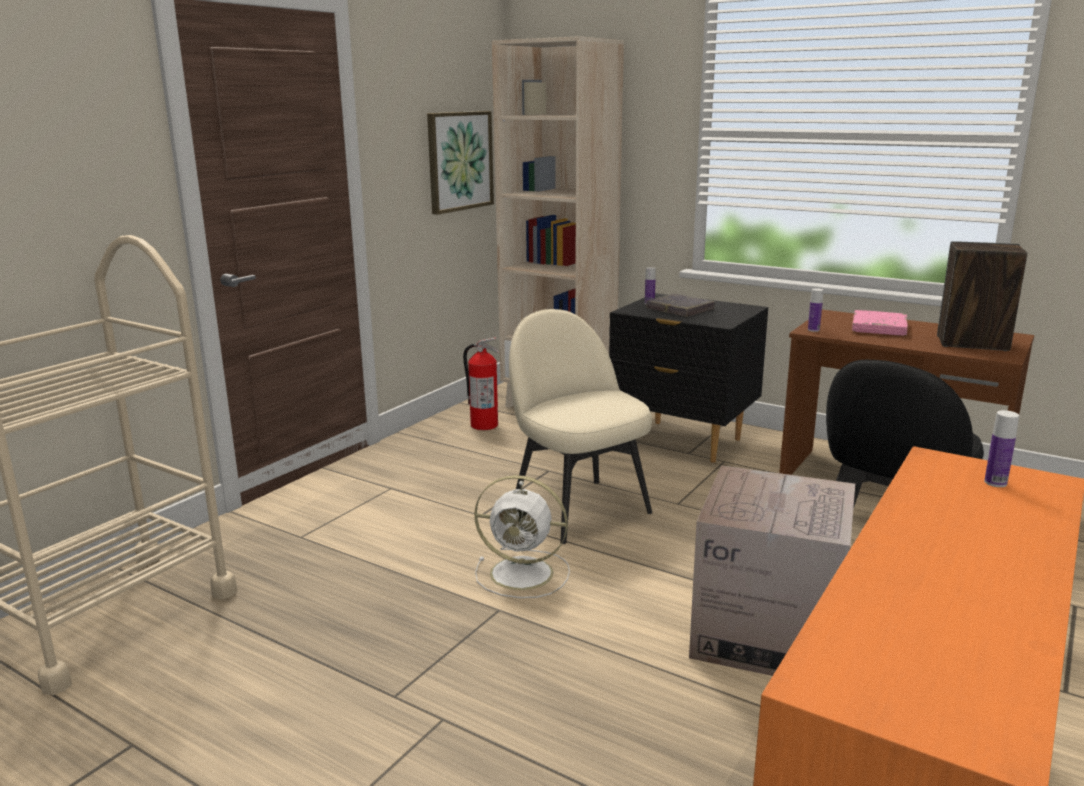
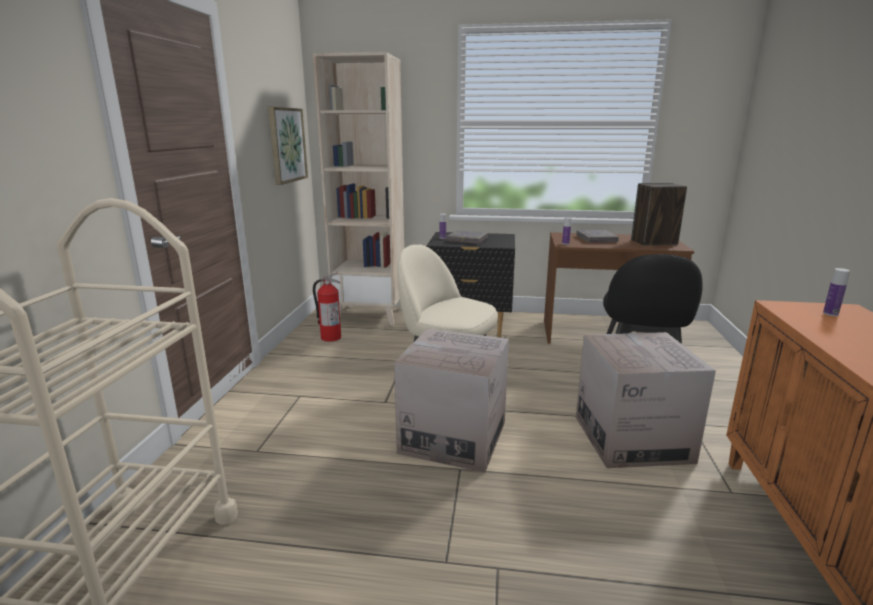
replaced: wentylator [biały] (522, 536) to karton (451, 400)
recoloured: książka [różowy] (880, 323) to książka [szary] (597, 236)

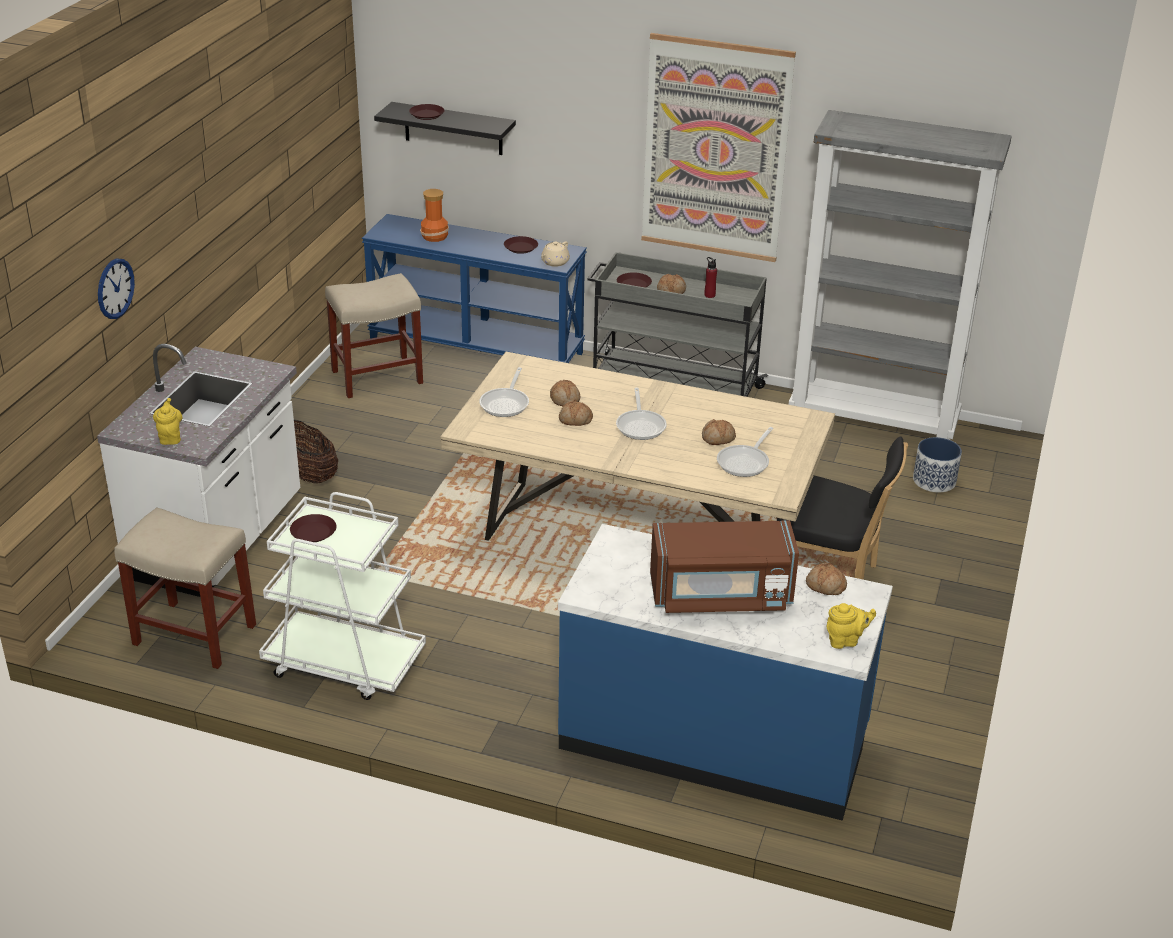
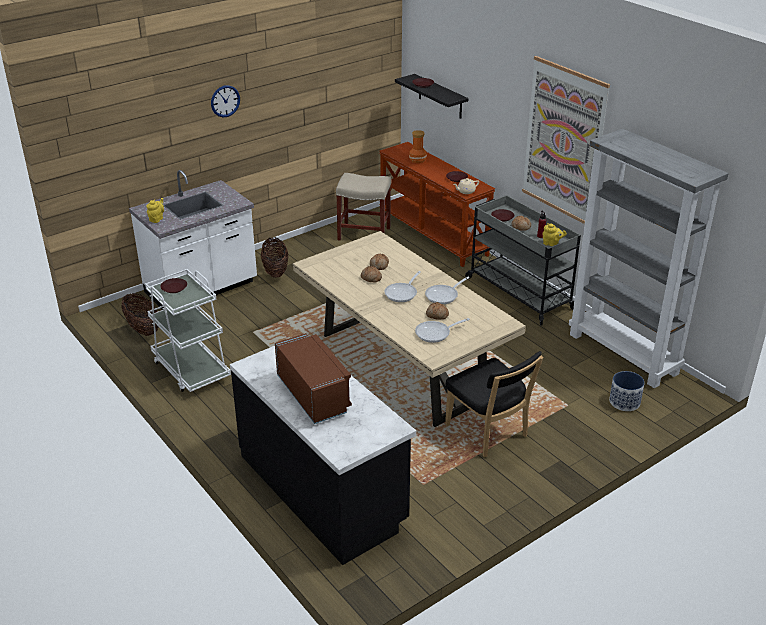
removed: chleb (826, 579)
moved: zegar ścienny (116, 288) to (225, 101); patelnia (504, 392) to (447, 290); imbryk [żółty] (851, 626) to (554, 234)
replaced: stołek [beżowy] (185, 588) to koszyk (139, 314)
recoloured: stolik konsolowy [niebieski] (474, 288) to stolik konsolowy [brązowy] (437, 204); zabudowa kuchenna [niebieski] (725, 672) to zabudowa kuchenna [czarny] (323, 455)
turned: mikrofalówka [brązowy] (724, 566) = (313, 378) 150 degrees counterclockwise

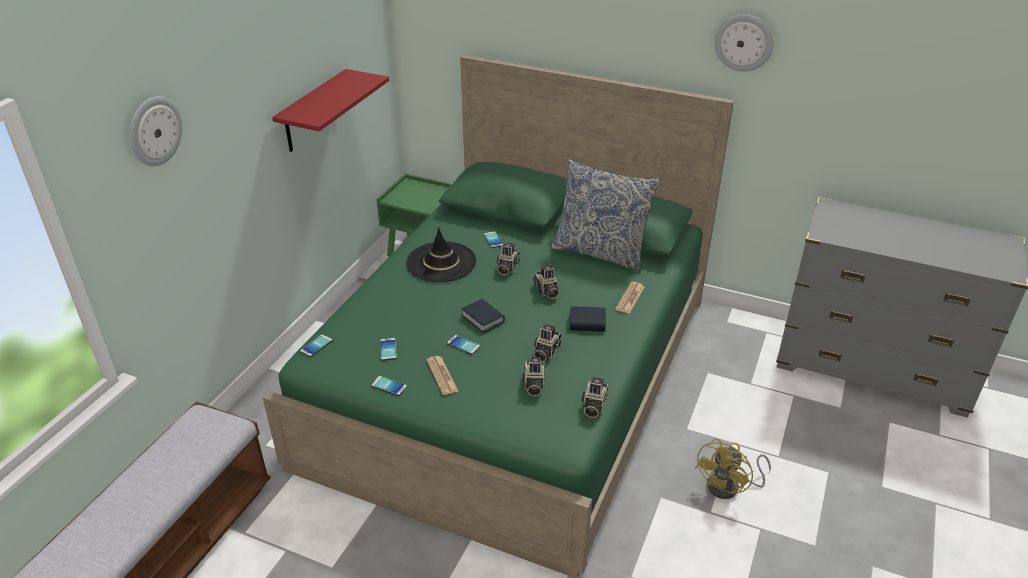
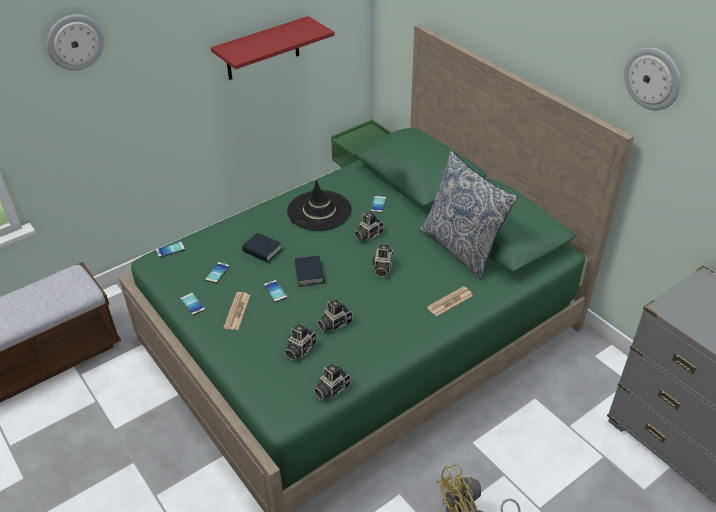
moved: książka (587, 319) to (262, 247)

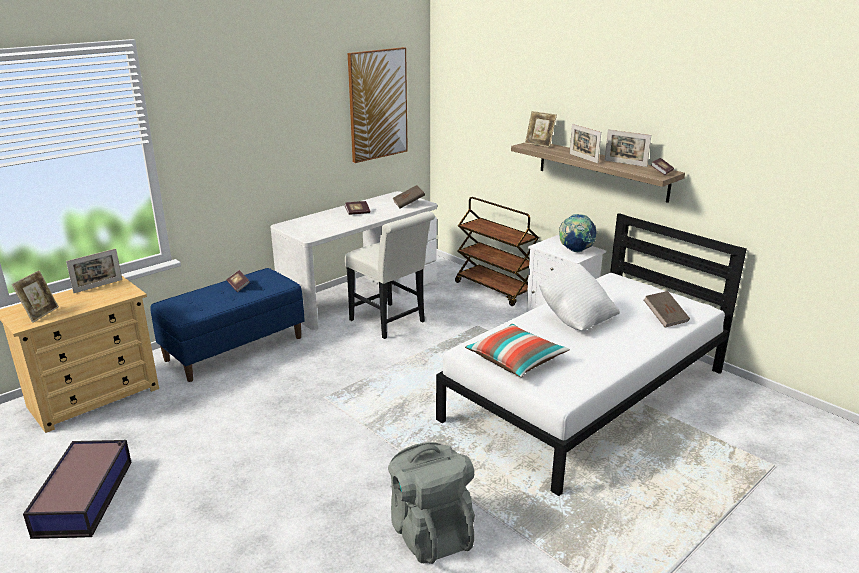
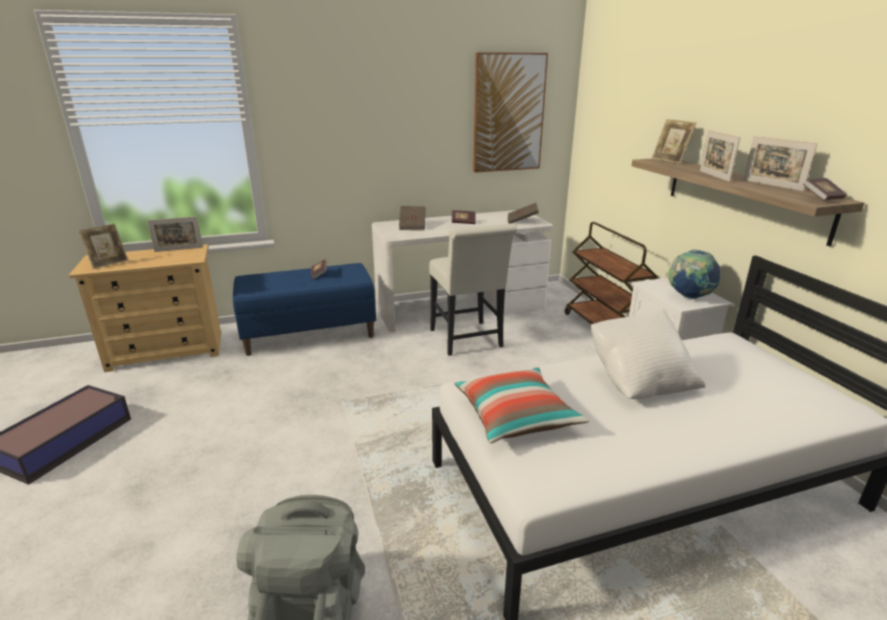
moved: książka [brązowy] (667, 309) to (412, 218)

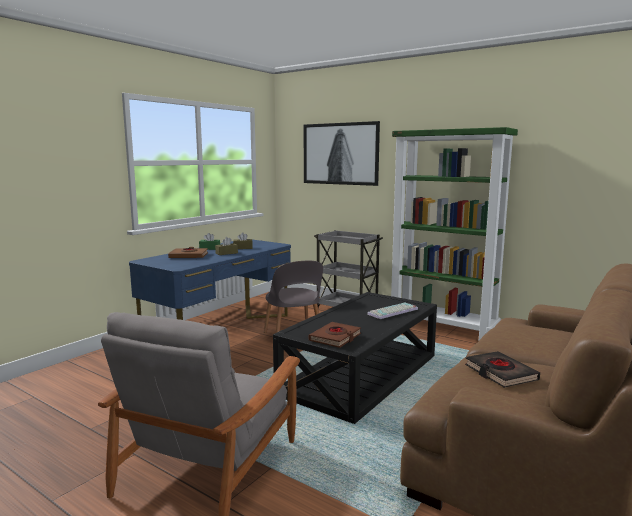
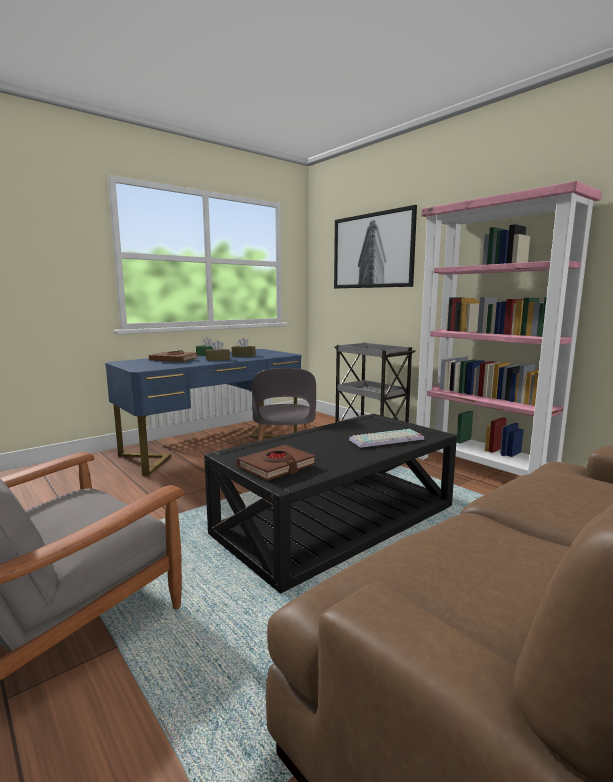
removed: książka [czarny] (502, 369)
recoloured: regał [zielony] (454, 233) to regał [różowy] (509, 328)

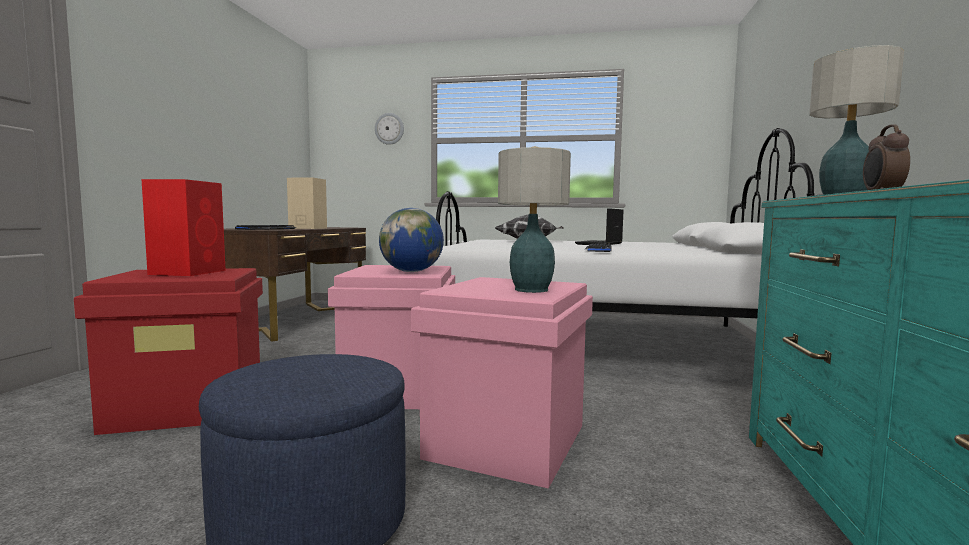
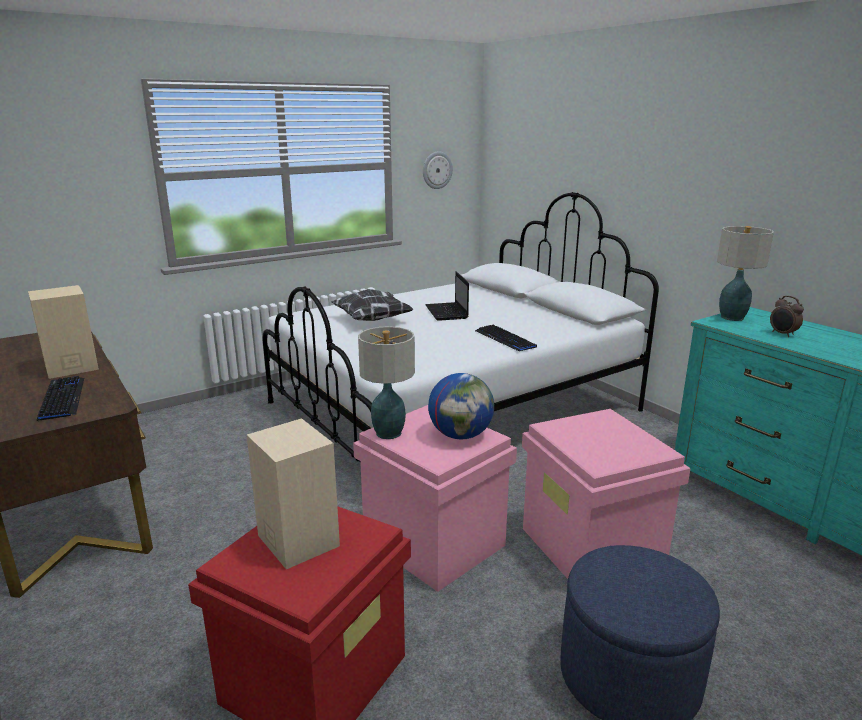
moved: zegar ścienny (389, 129) to (438, 170); lampa stołowa (534, 220) to (386, 382)
recoloured: głośnik [czerwony] (183, 227) to głośnik [beżowy] (293, 493)

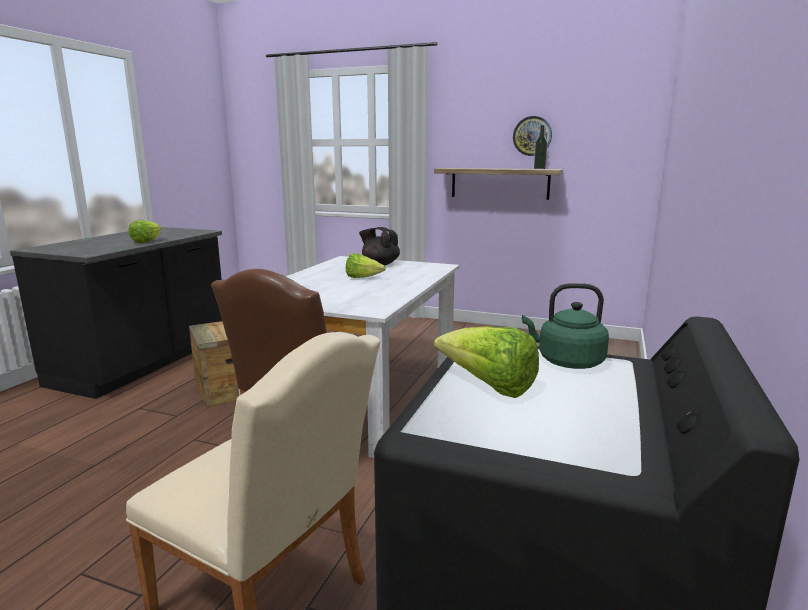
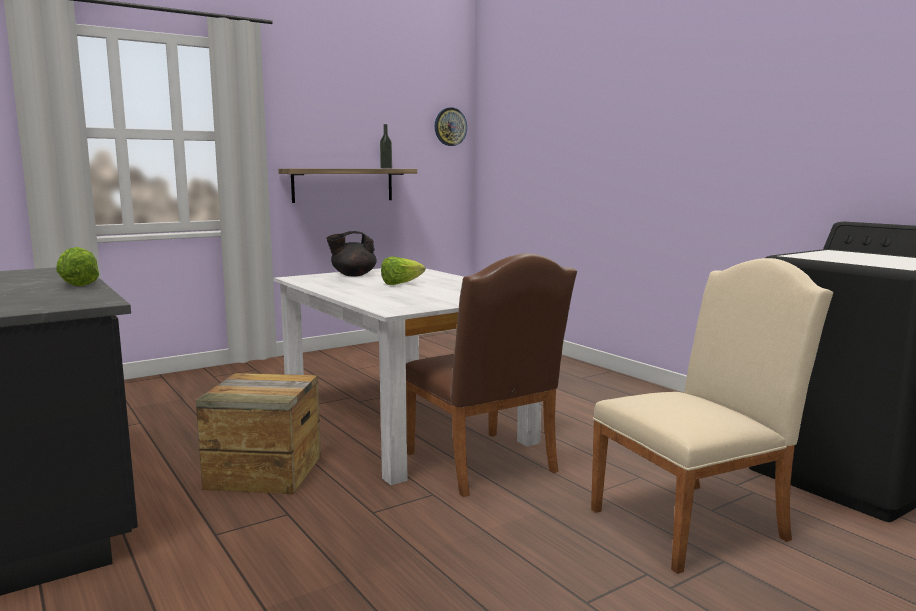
removed: czajnik [zielony] (565, 326); sałata (486, 362)
moved: zegar ścienny (532, 136) to (451, 126)

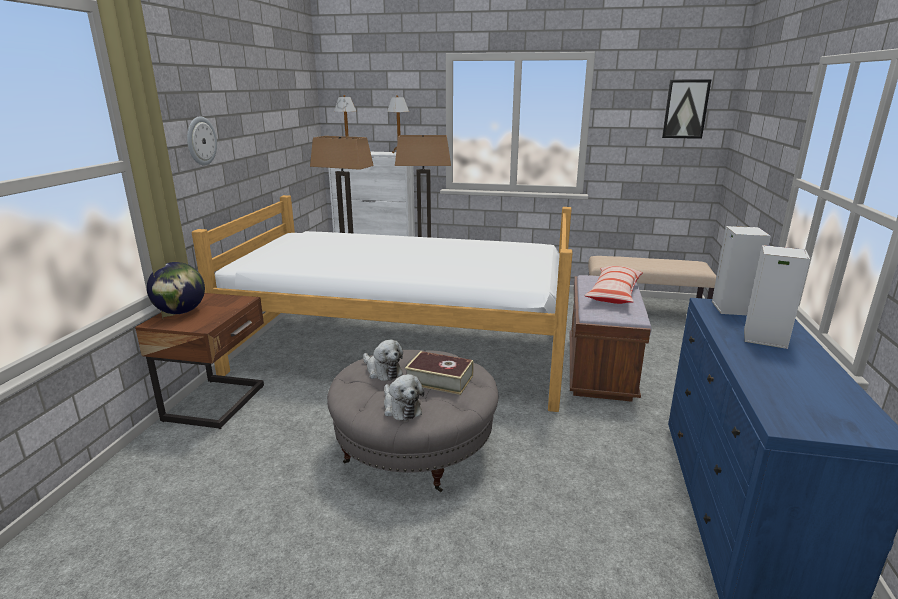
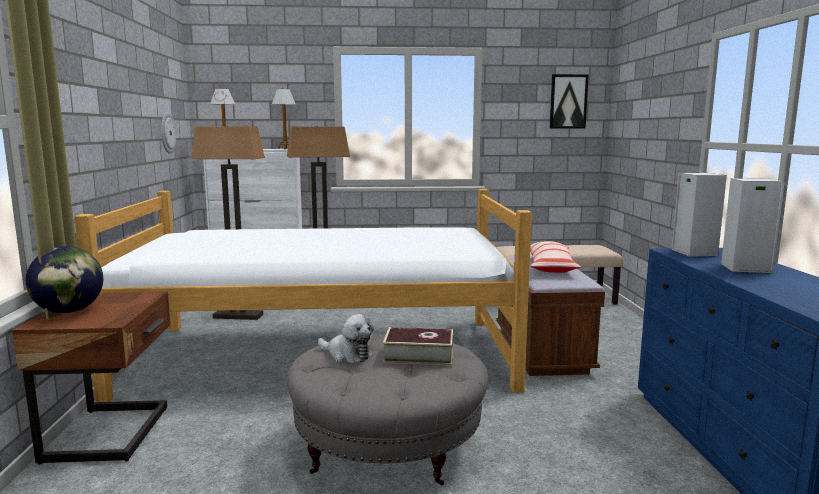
removed: pluszak (404, 397)
moved: zegar ścienny (202, 141) to (168, 133)

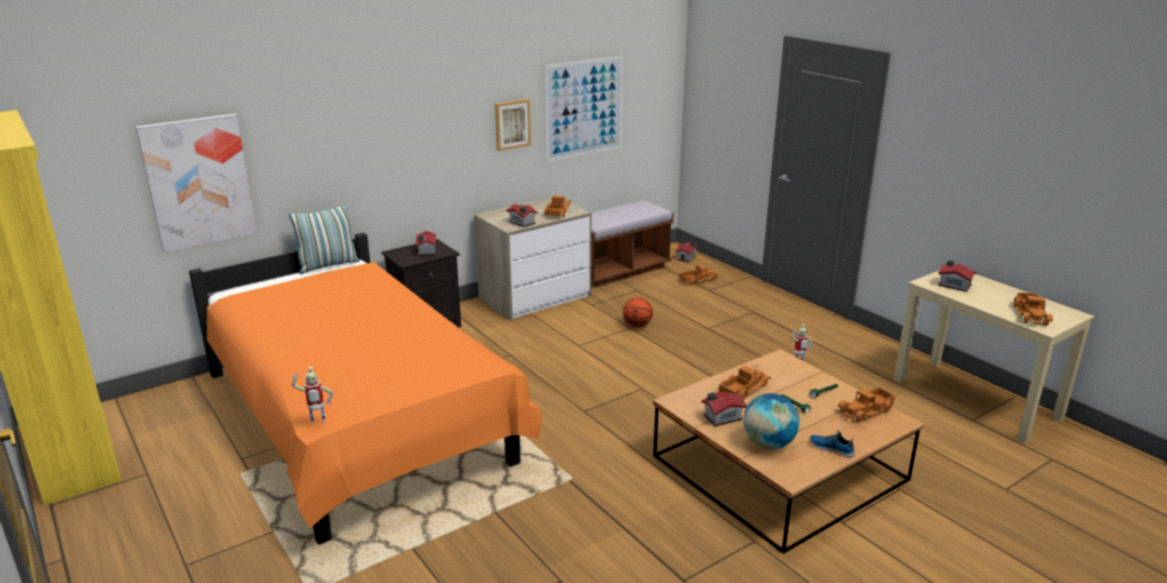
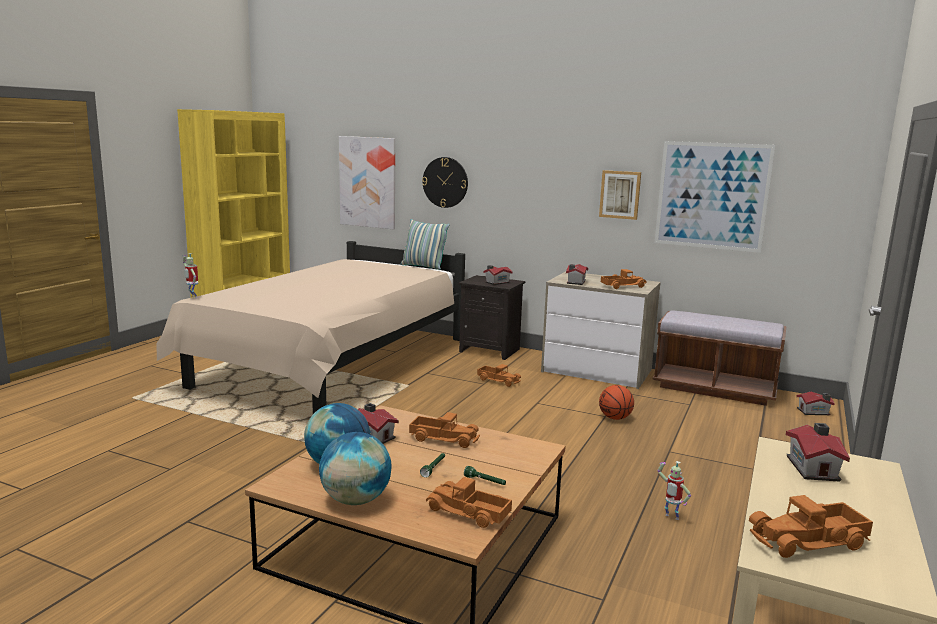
added: zegar ścienny (445, 182)
moved: ciężarówka zabawkowa (699, 274) to (499, 375)
replaced: but (832, 444) to globus (355, 468)
recoloured: łóżko [pomarańczowy] (366, 388) to łóżko [beżowy] (310, 327)

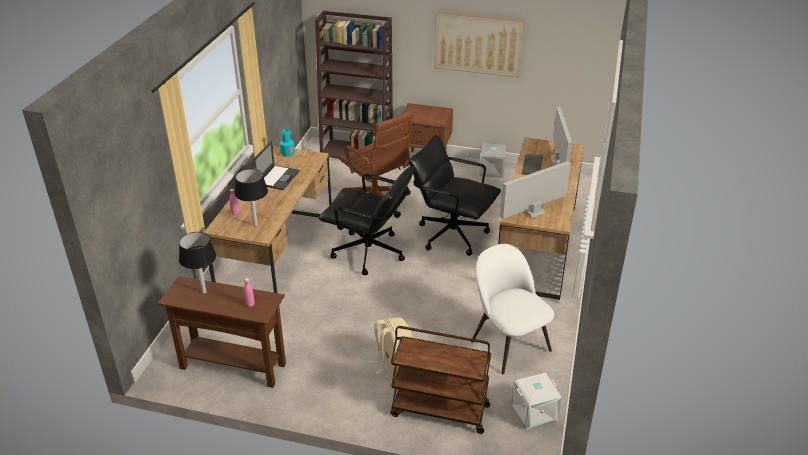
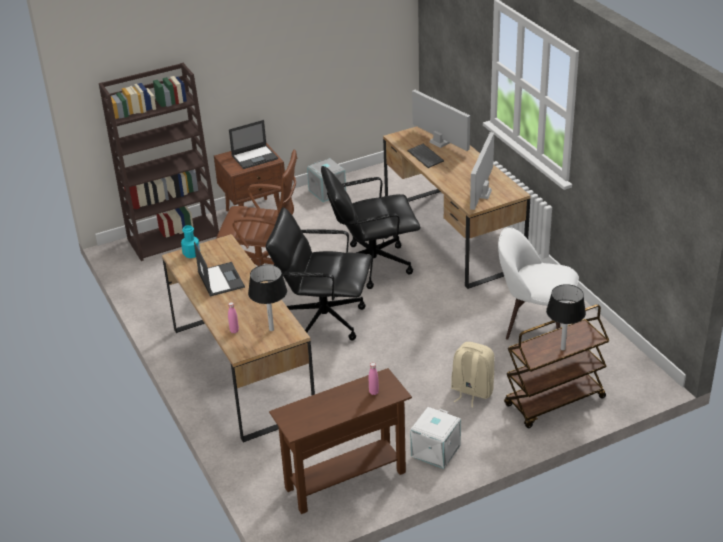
removed: obraz (479, 45)
added: laptop (253, 144)
moved: lampa stołowa [czarny] (197, 263) to (566, 317); pojemnik do przechowywania [biały] (536, 401) to (435, 438)
turned: krzesło biurowe [czarny] (366, 220) = (319, 274) 150 degrees counterclockwise

